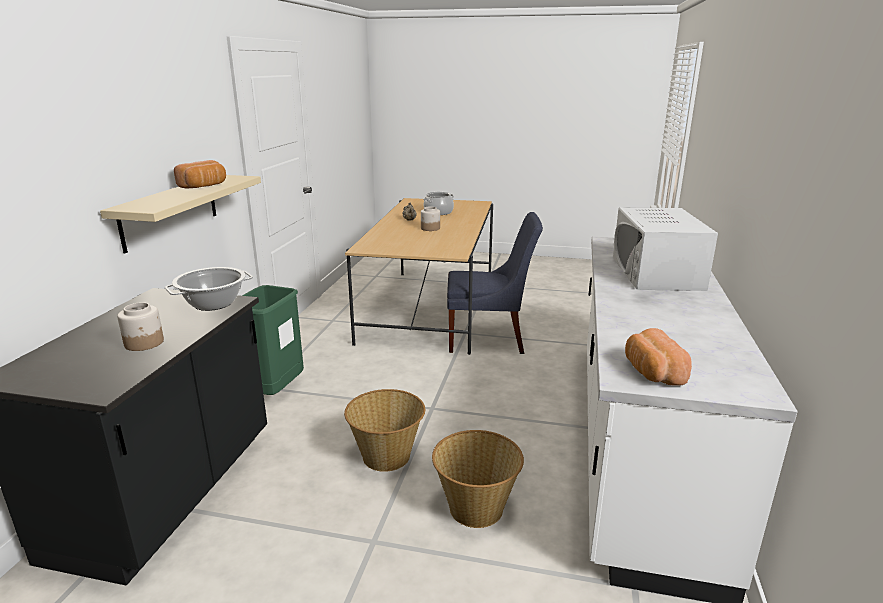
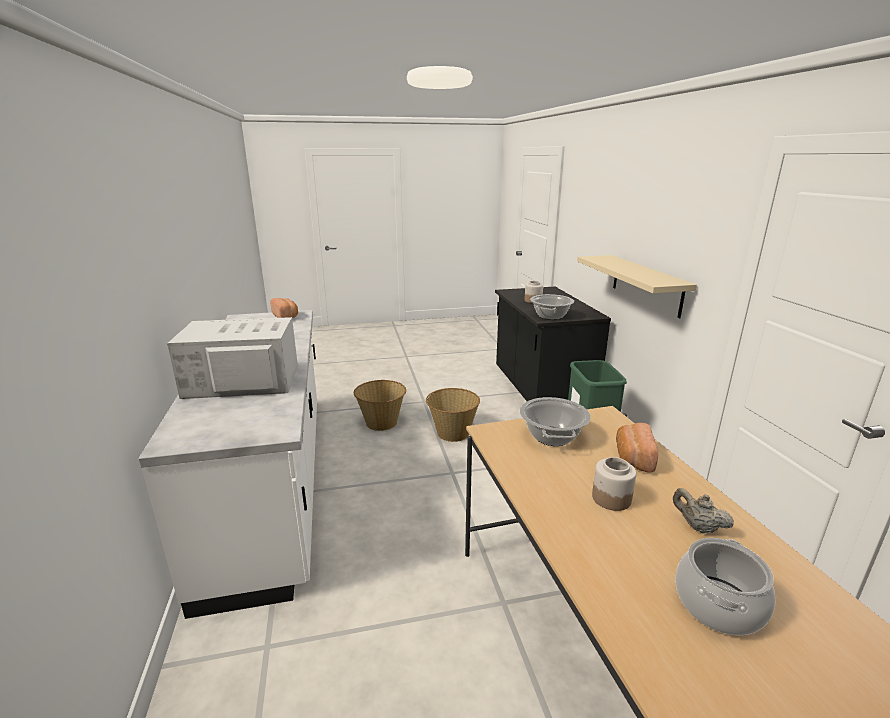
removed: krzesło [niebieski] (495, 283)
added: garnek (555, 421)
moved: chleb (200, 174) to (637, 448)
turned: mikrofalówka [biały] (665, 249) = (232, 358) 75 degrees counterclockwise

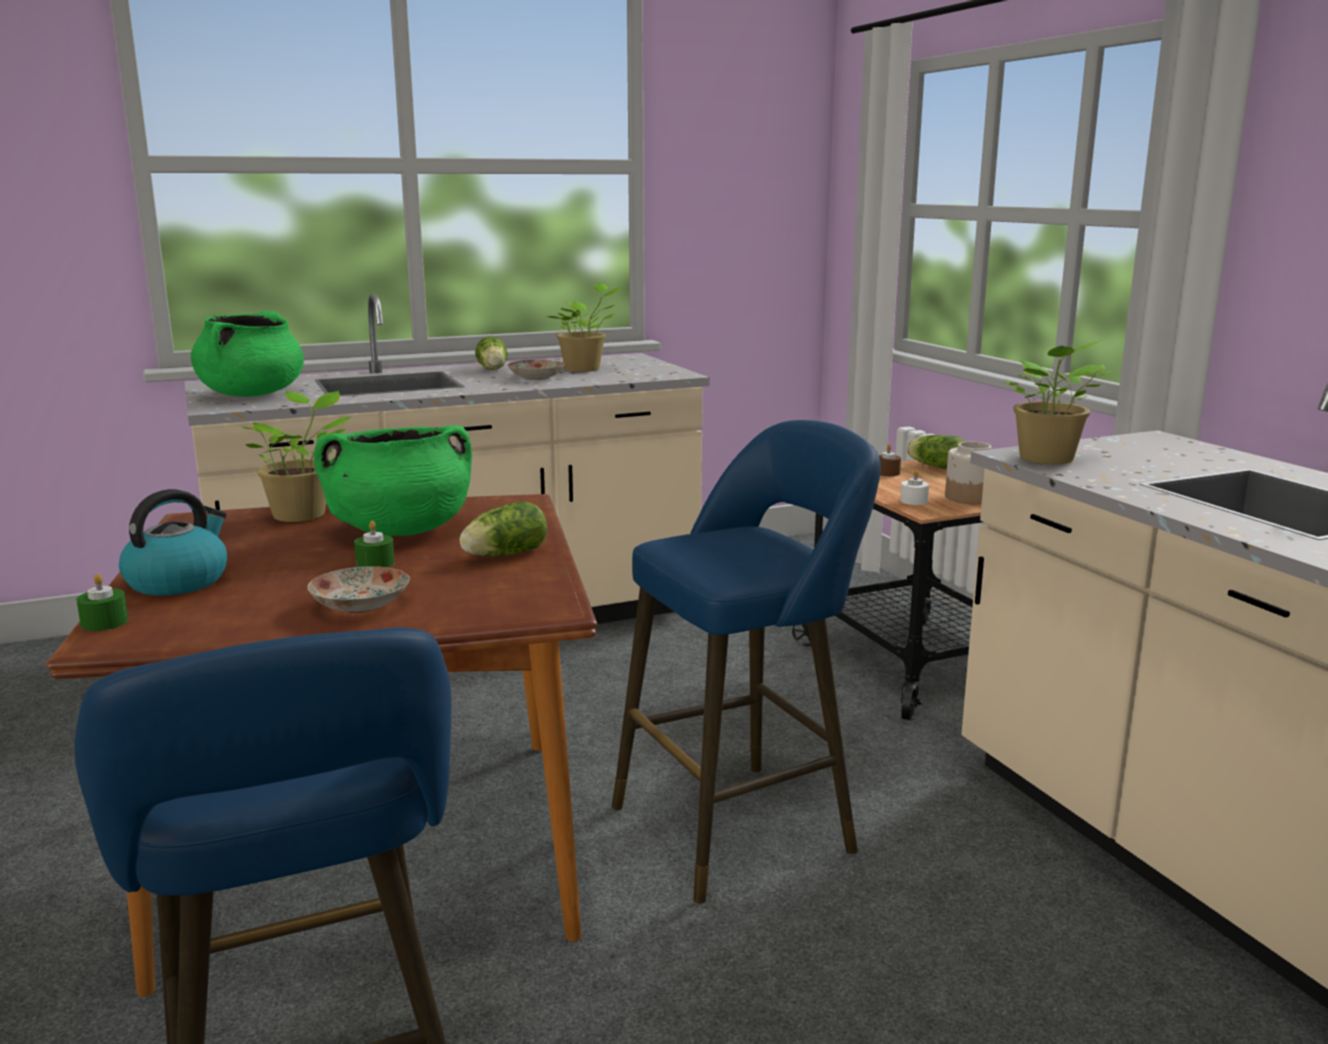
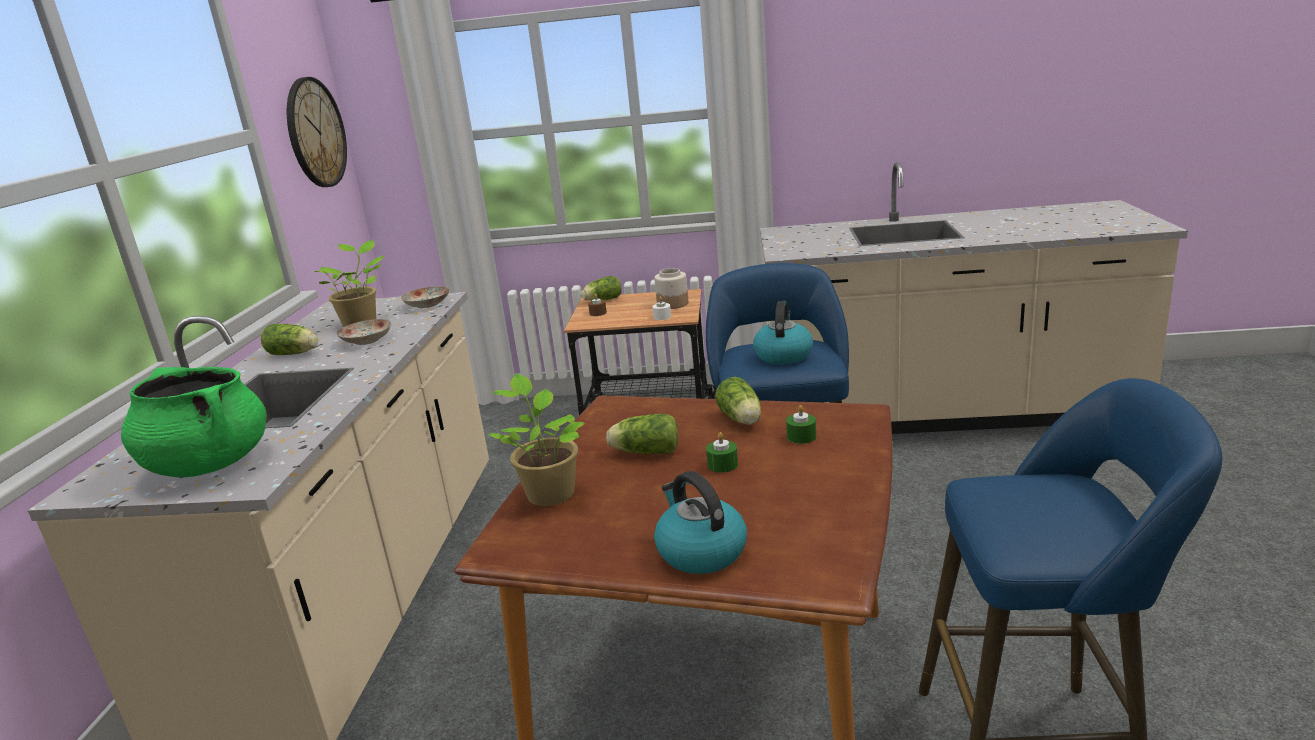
removed: roślina doniczkowa (1059, 402)
added: zegar ścienny (317, 132); czajnik (783, 333)
moved: talerz (358, 589) to (425, 297); świeca [zielony] (102, 602) to (801, 424)
replaced: garnek [zielony] (393, 480) to sałata (642, 434)

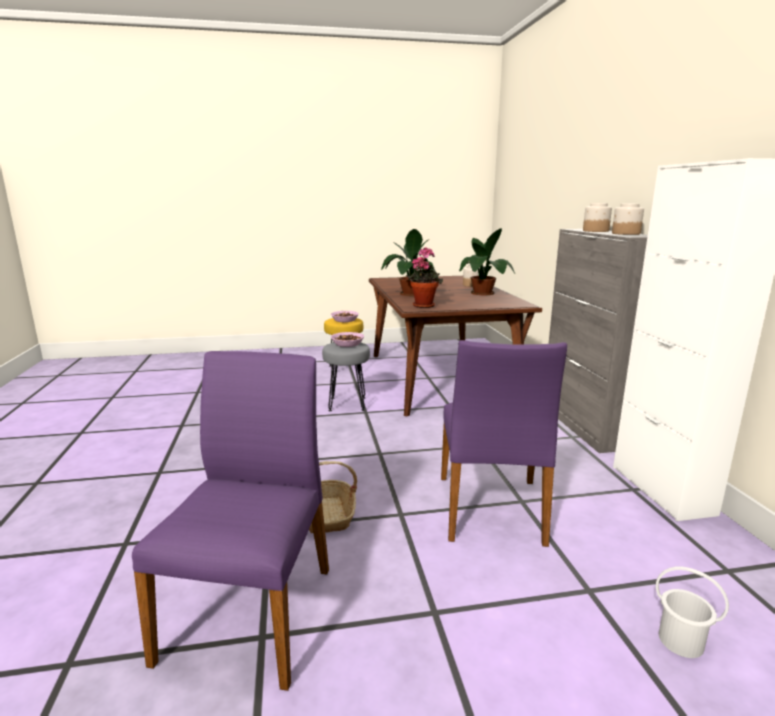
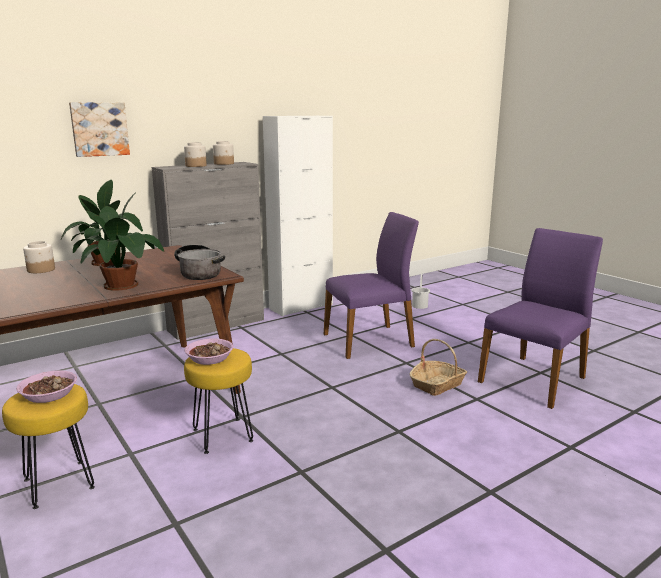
added: obraz (99, 129)
replaced: roślina doniczkowa (424, 277) to garnek (199, 262)
recoloured: stołek [szary] (346, 377) to stołek [żółty] (218, 401)
turned: krzesło [fioletowy] (230, 521) = (540, 318) 150 degrees clockwise

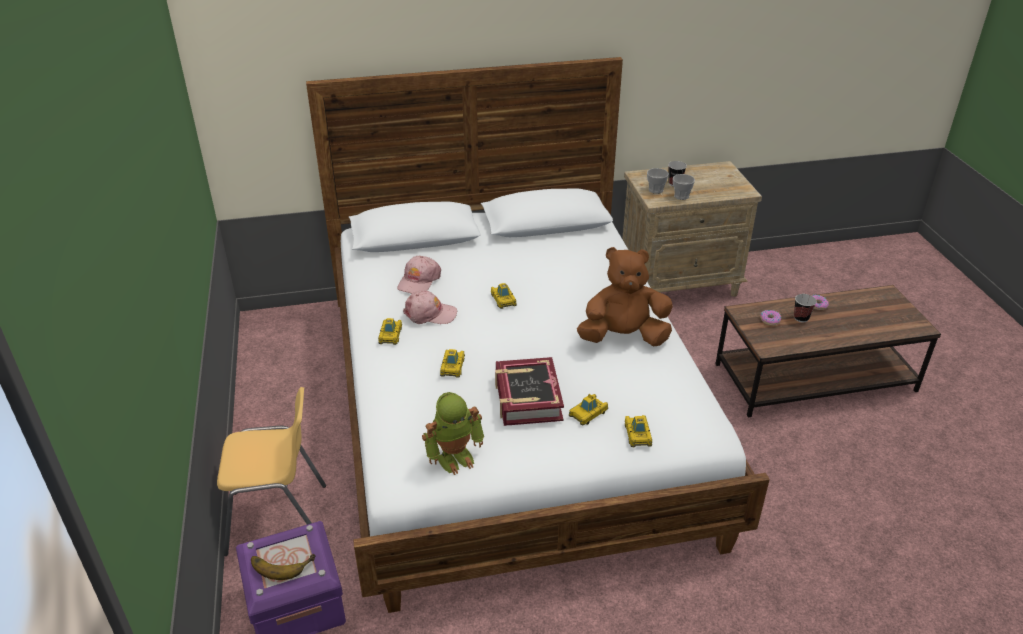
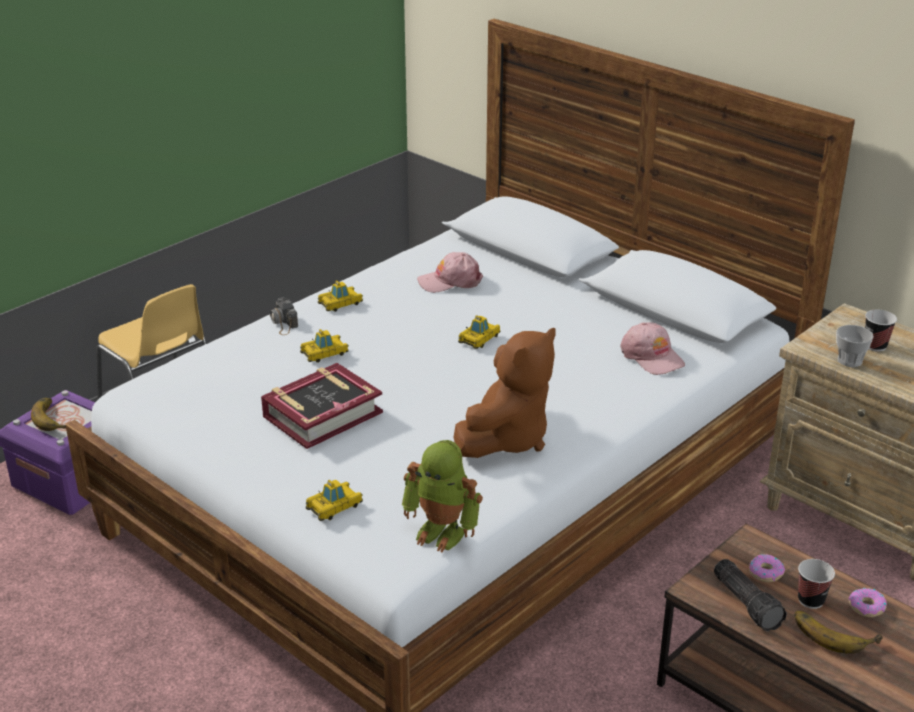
removed: filiżanka (658, 181); samochodzik (588, 409)
added: aparat fotograficzny (284, 316); latarka (750, 595); banan (838, 632)
moved: czapka z daszkiem [różowy] (430, 307) to (652, 348); robot zabawkowy (453, 433) to (442, 496)
turned: pluszak [brązowy] (625, 297) = (504, 393) 75 degrees clockwise

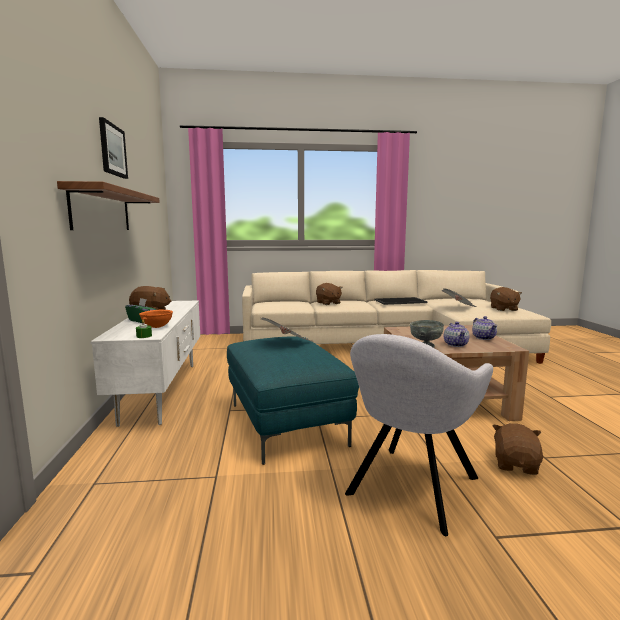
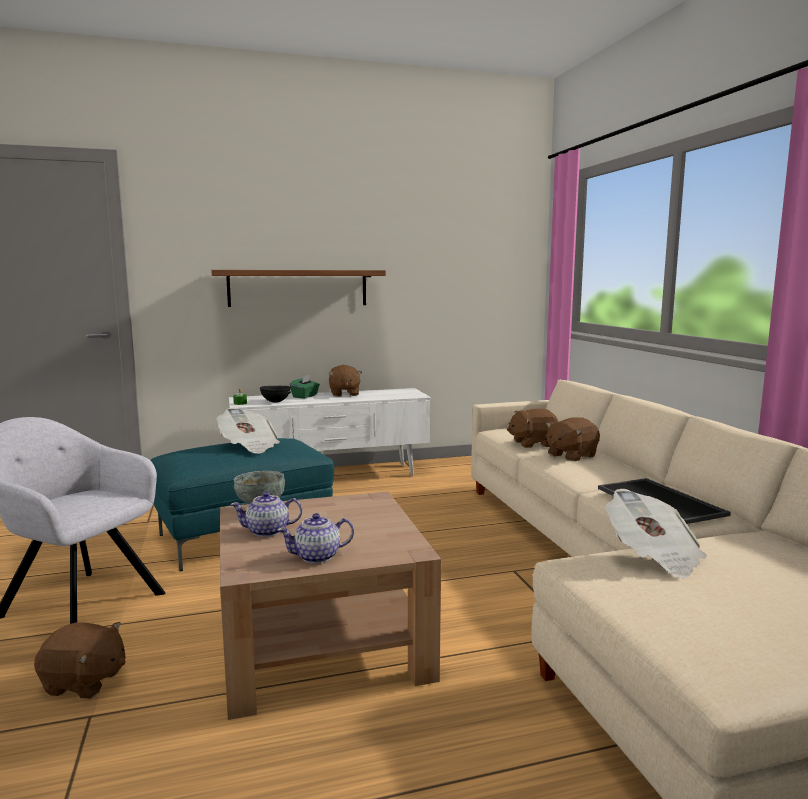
removed: obraz (113, 148)
moved: pluszak [brązowy] (506, 299) to (532, 428)
recoloured: miska [pomarańczowy] (156, 319) to miska [czarny] (275, 394)

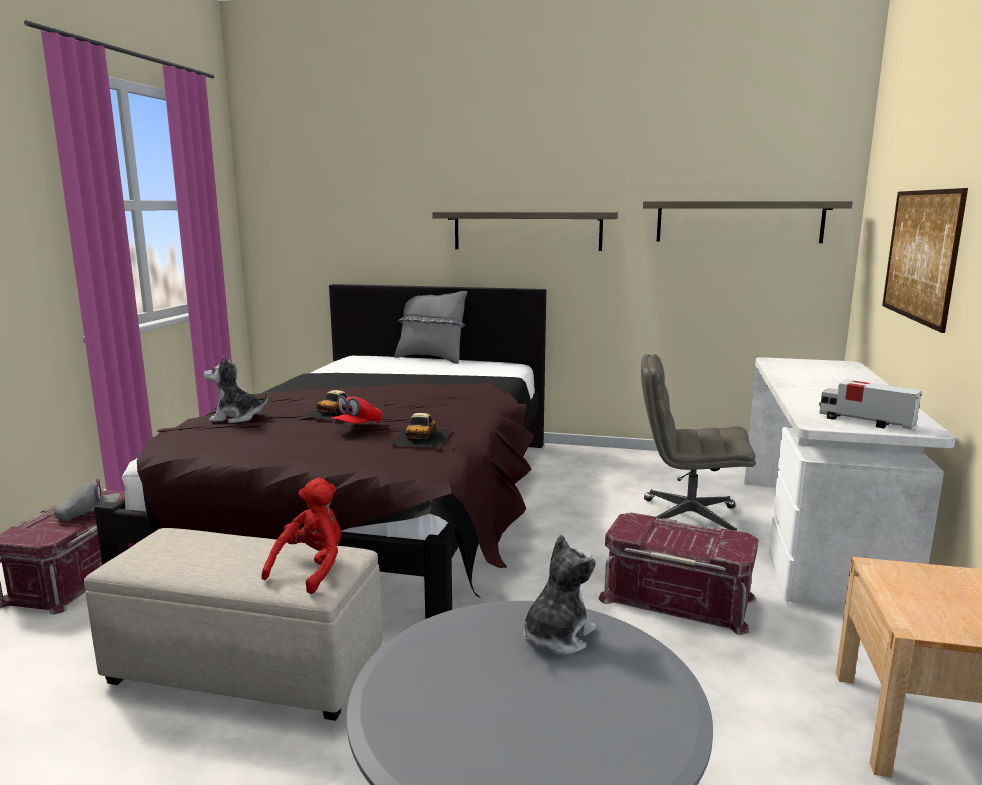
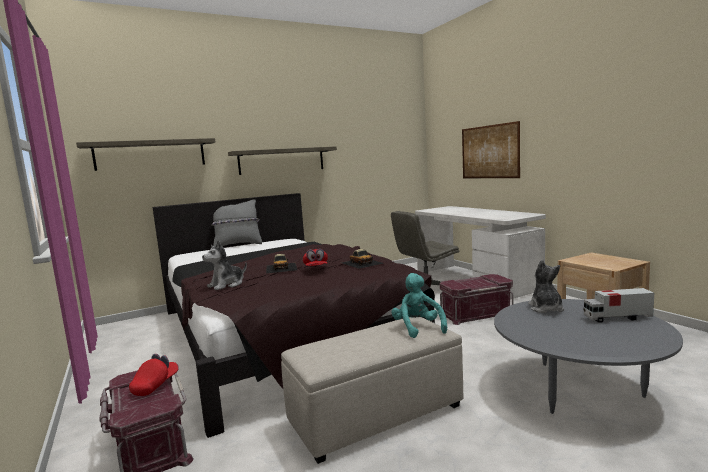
moved: półka (748, 222) to (145, 154); ciężarówka zabawkowa (870, 404) to (618, 305)
recoloured: czapka z daszkiem [szary] (87, 500) to czapka z daszkiem [czerwony] (154, 375); pluszak [czerwony] (301, 536) to pluszak [turkusowy] (419, 305)

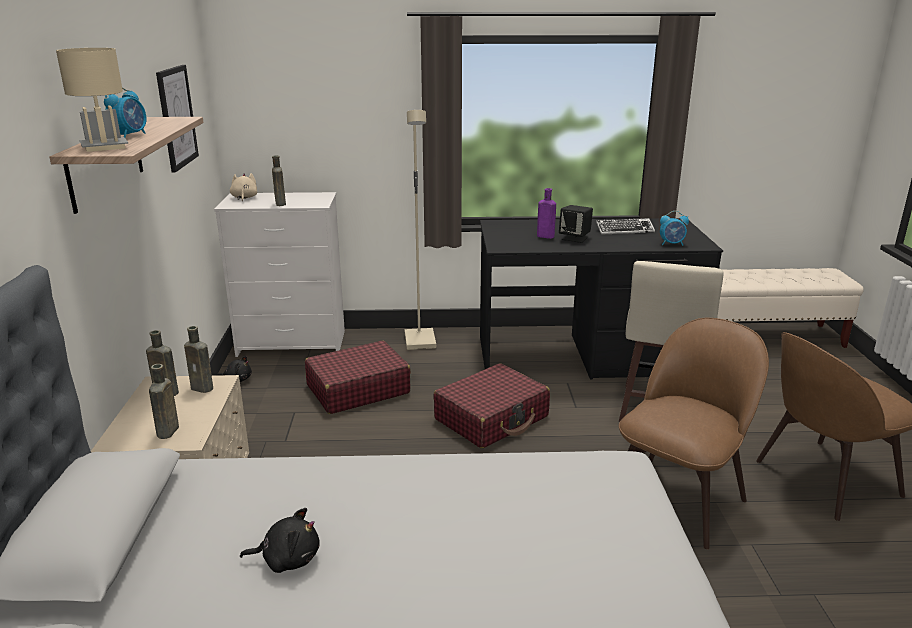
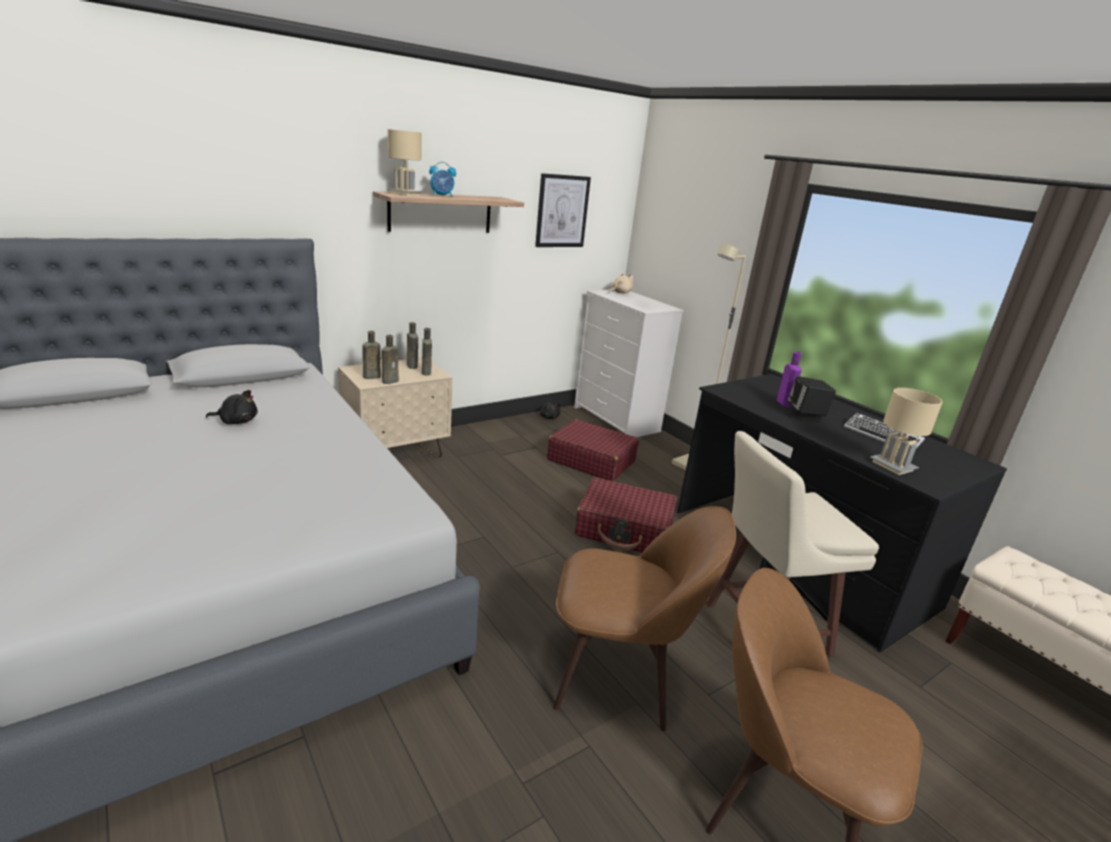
moved: butelka [brązowy] (279, 181) to (390, 359)
replaced: budzik (674, 228) to lampa stołowa [beżowy] (906, 431)
turned: pluszak [czarny] (280, 540) = (232, 407) 60 degrees counterclockwise

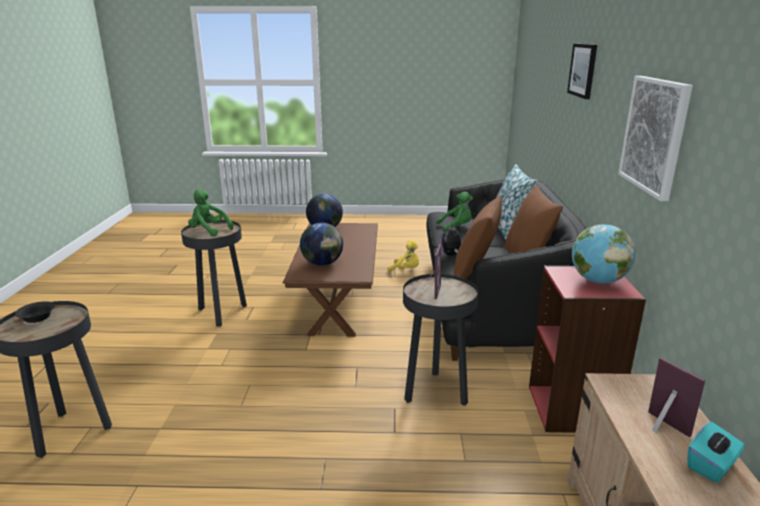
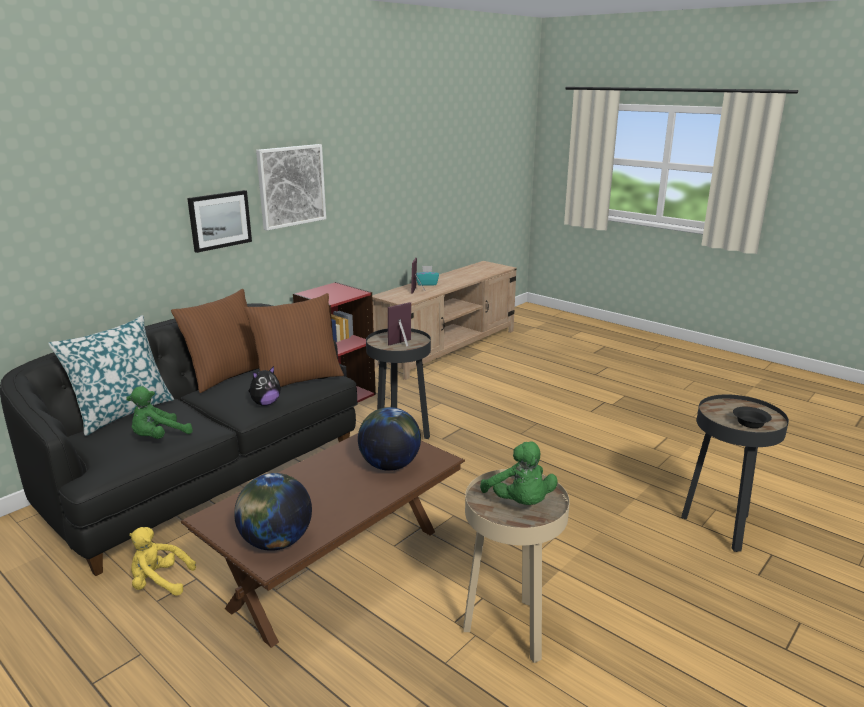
removed: globus (603, 254)
moved: obraz (582, 71) to (219, 221)
recoloured: stolik [czarny] (214, 273) to stolik [beżowy] (516, 566)
turned: pluszak [zielony] (455, 212) = (159, 412) 75 degrees counterclockwise; pluszak [żółty] (403, 256) = (162, 561) 60 degrees counterclockwise

